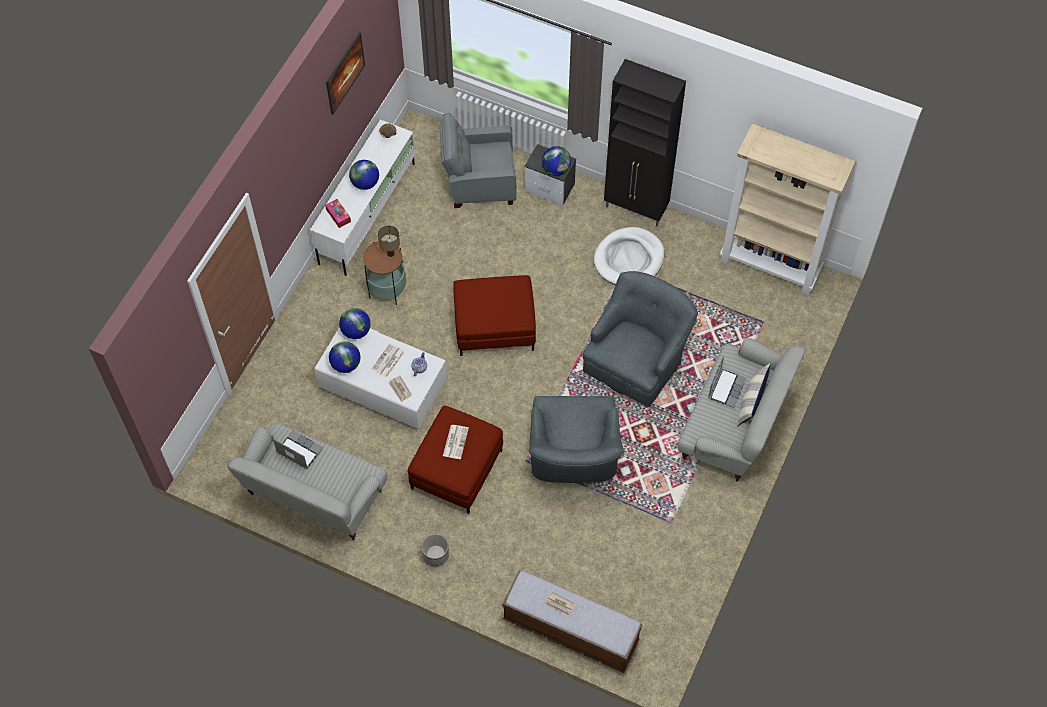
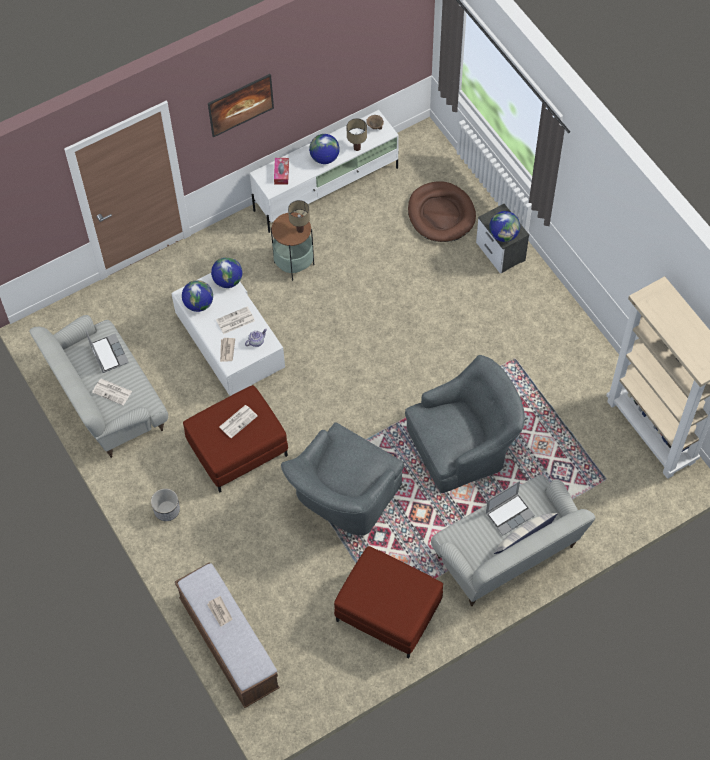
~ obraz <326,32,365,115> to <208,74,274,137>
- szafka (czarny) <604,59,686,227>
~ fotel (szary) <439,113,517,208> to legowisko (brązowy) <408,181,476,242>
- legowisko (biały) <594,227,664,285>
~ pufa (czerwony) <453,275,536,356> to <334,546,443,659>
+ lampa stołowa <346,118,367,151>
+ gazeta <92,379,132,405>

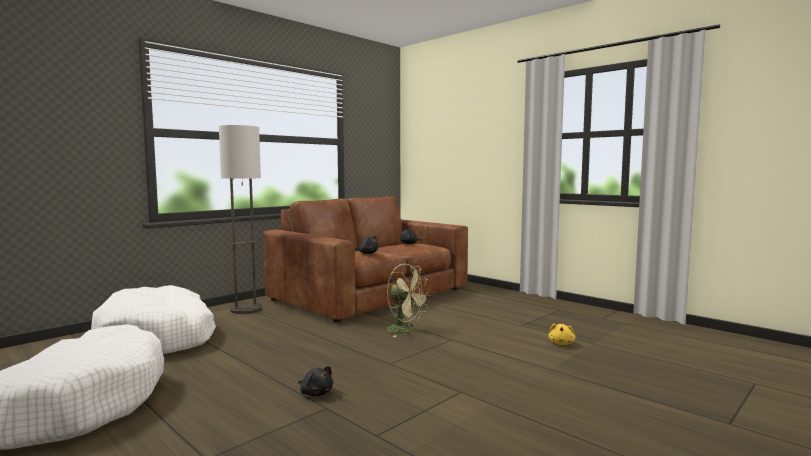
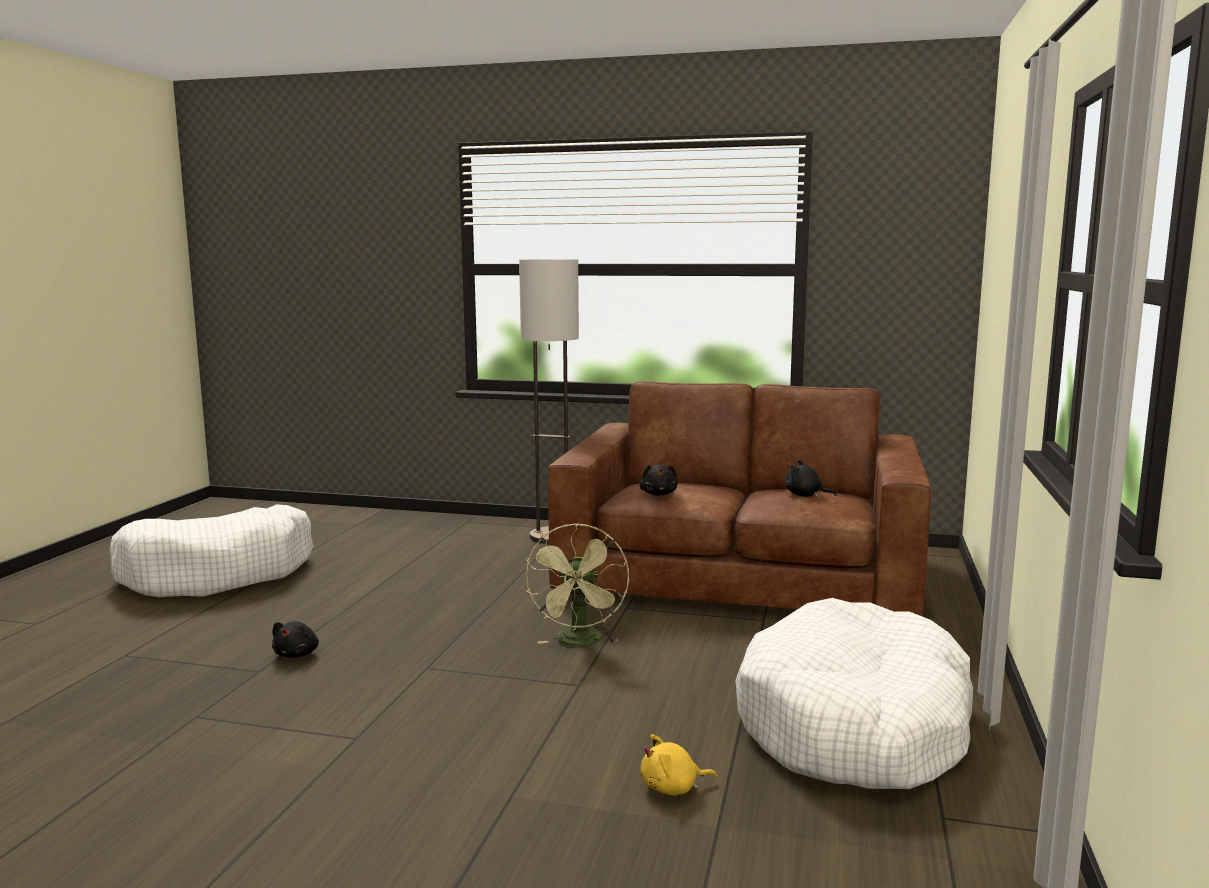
~ legowisko (biały) <91,285,216,354> to <735,598,973,789>

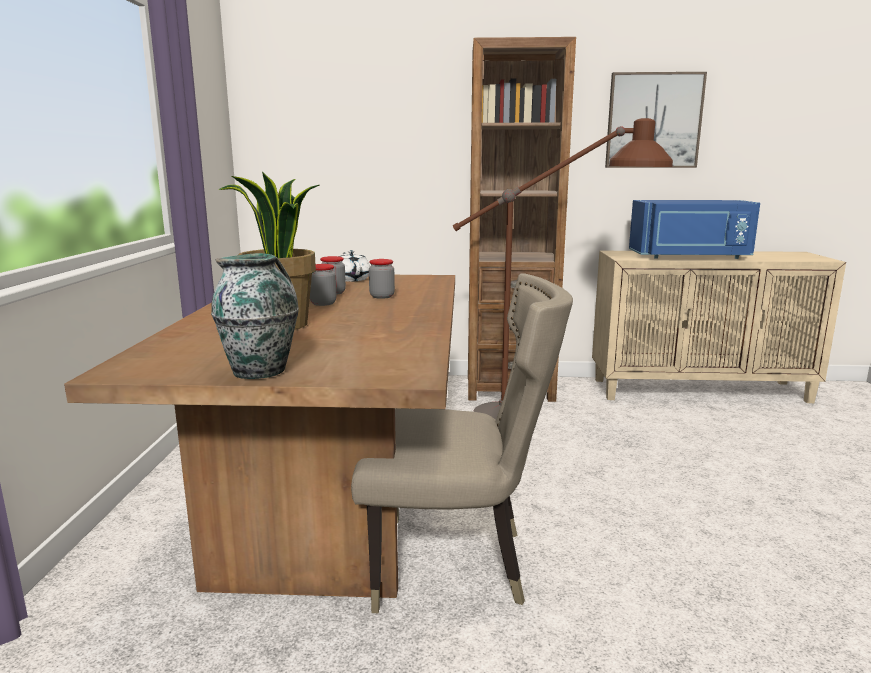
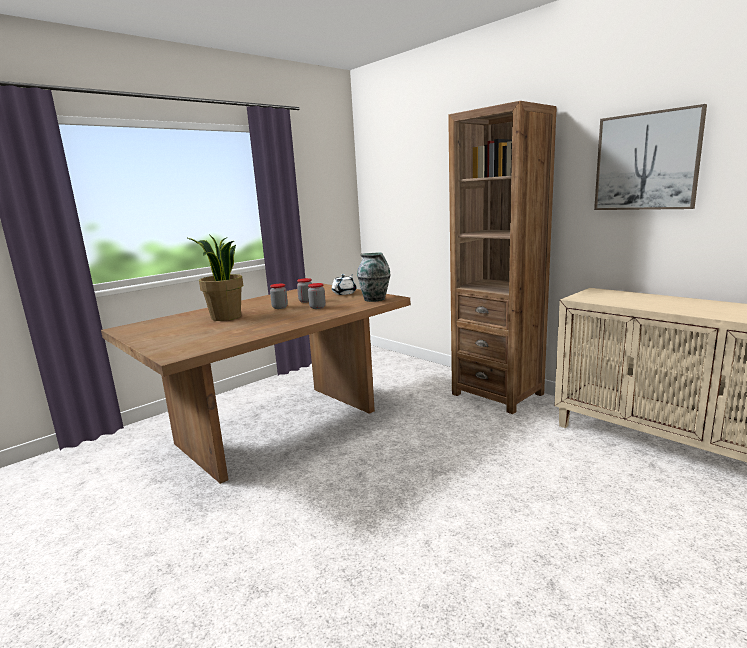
- lampa stojąca (brązowy) <453,118,673,420>
- mikrofalówka (niebieski) <629,200,760,259>
~ wazon <211,253,299,379> to <357,252,390,302>
- krzesło (beżowy) <351,273,573,613>

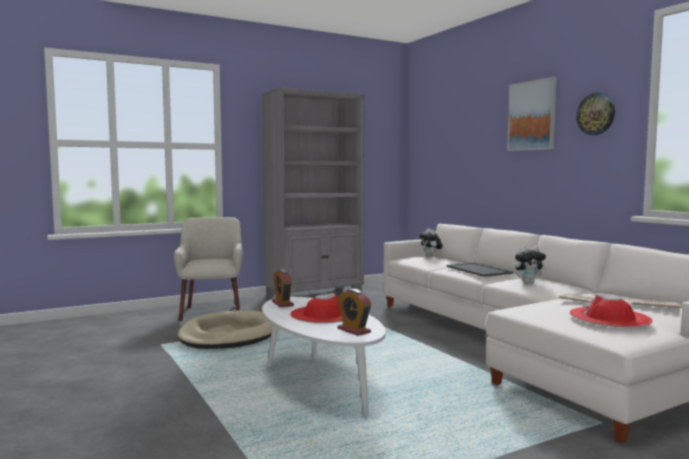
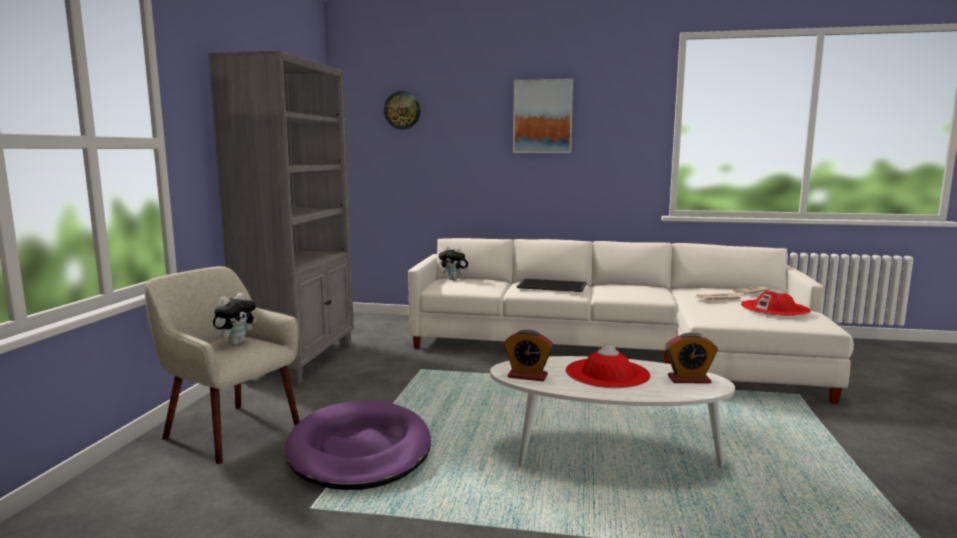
~ zegar ścienny <576,93,615,135> to <384,91,420,130>
~ pluszak <514,246,547,283> to <213,293,256,345>
~ legowisko (beżowy) <177,310,272,349> to legowisko (fioletowy) <285,400,431,490>

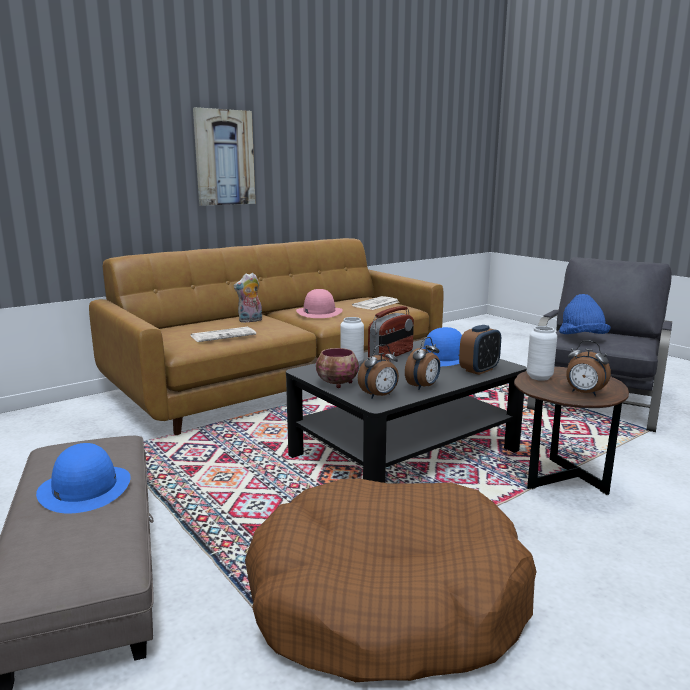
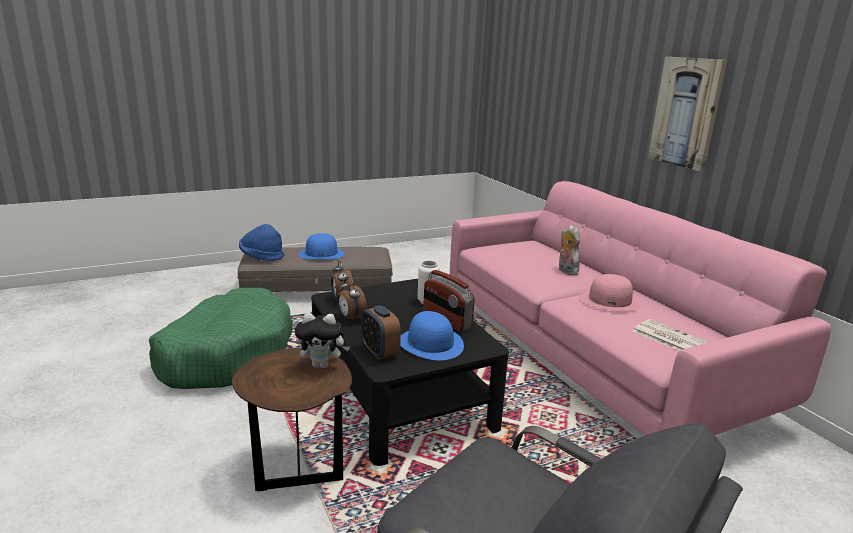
~ kanapa (brązowy) <89,238,443,435> to kanapa (różowy) <450,181,831,436>
~ kapelusz (niebieski) <559,294,611,334> to <239,224,284,261>
~ wazon (biały) <527,326,557,381> to pluszak <295,313,350,368>
- gazeta <191,327,256,342>
- budzik <566,340,611,396>
- miska <316,348,359,388>
~ legowisko (brązowy) <245,478,537,682> to legowisko (zielony) <149,288,293,389>

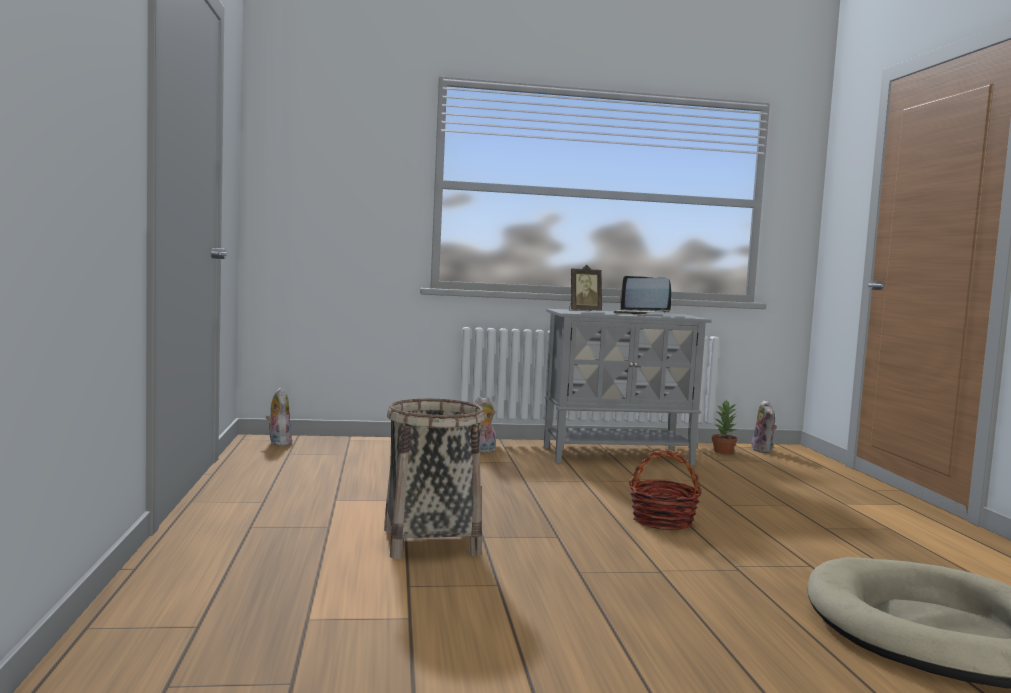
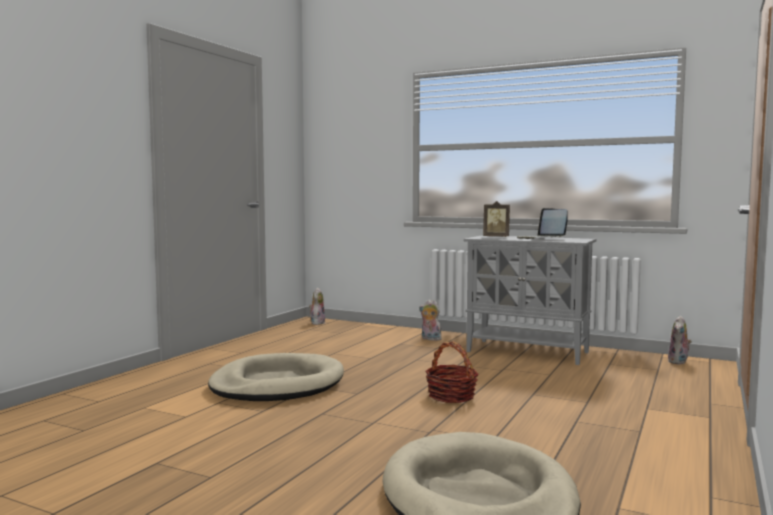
~ koszyk <384,399,485,559> to legowisko (beżowy) <208,353,344,401>
- roślina doniczkowa <711,400,737,454>

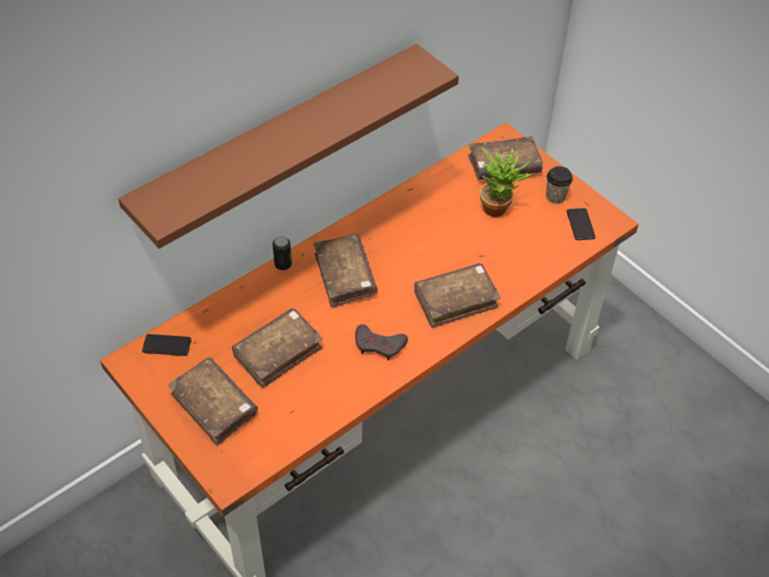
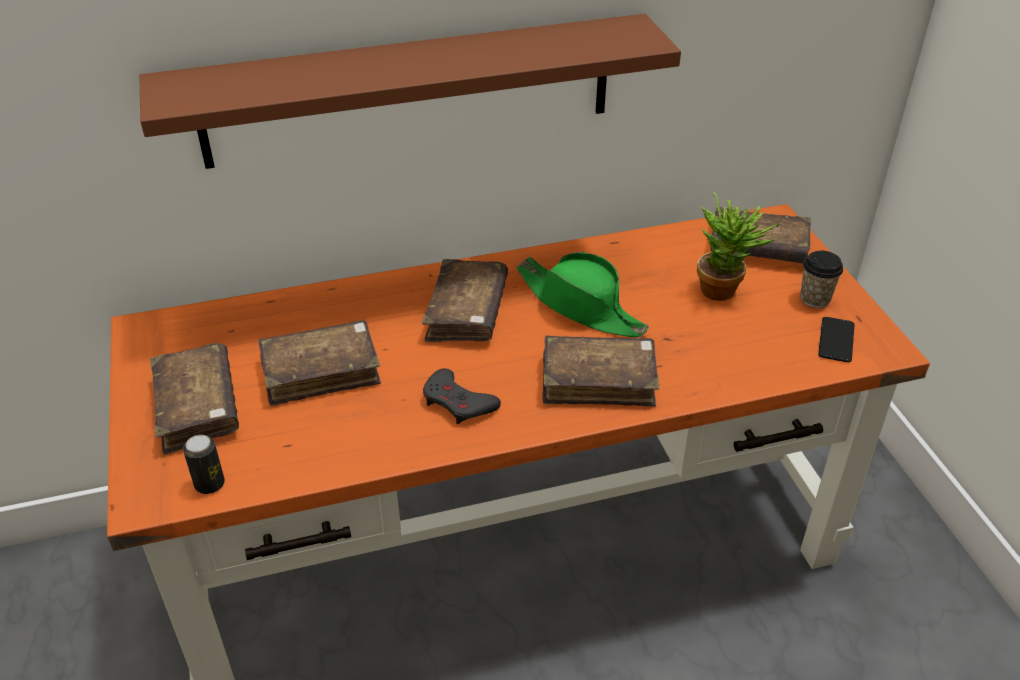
~ puszka <273,236,292,270> to <183,435,225,494>
- telefon <142,334,191,356>
+ kapelusz (zielony) <516,252,649,337>

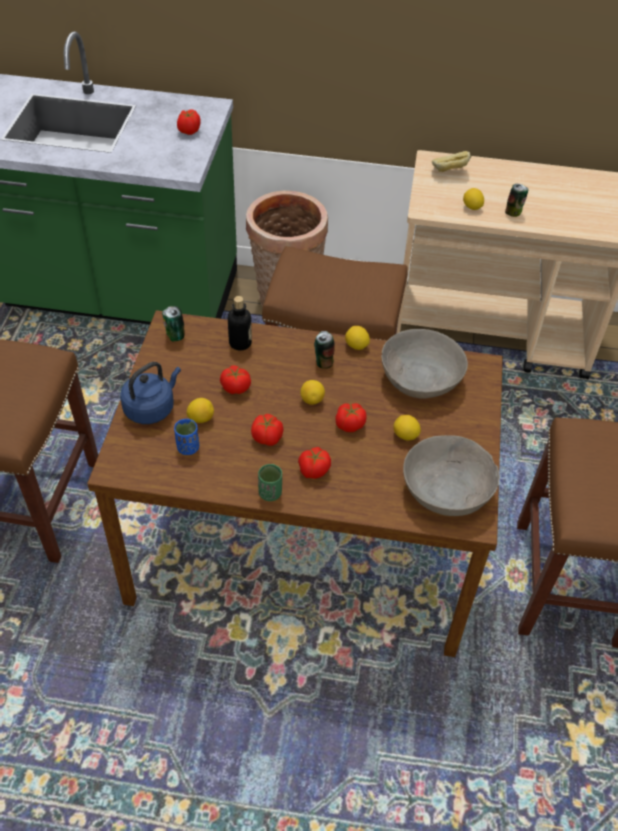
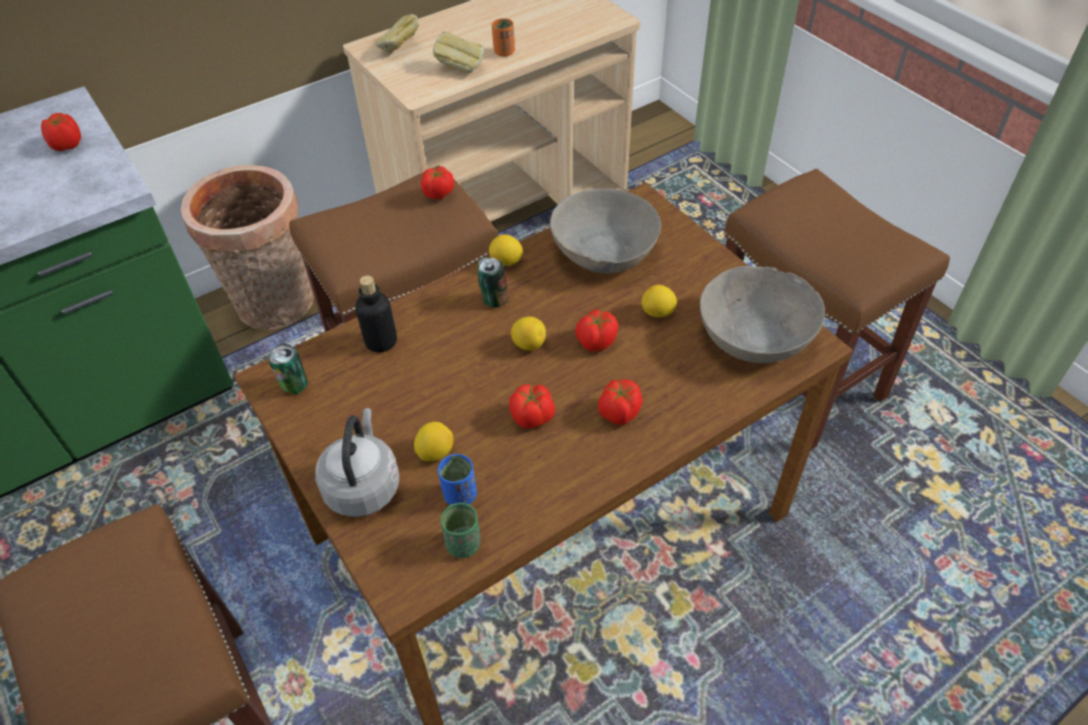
~ puszka <505,184,528,217> to filiżanka (pomarańczowy) <492,18,515,57>
~ cytryna <463,188,484,210> to chleb <433,32,484,74>
~ czajnik (niebieski) <120,362,181,424> to czajnik (szary) <315,408,399,517>
~ pomidor <220,365,251,394> to <421,167,454,199>
~ filiżanka (zielony) <258,464,282,501> to <441,503,480,558>

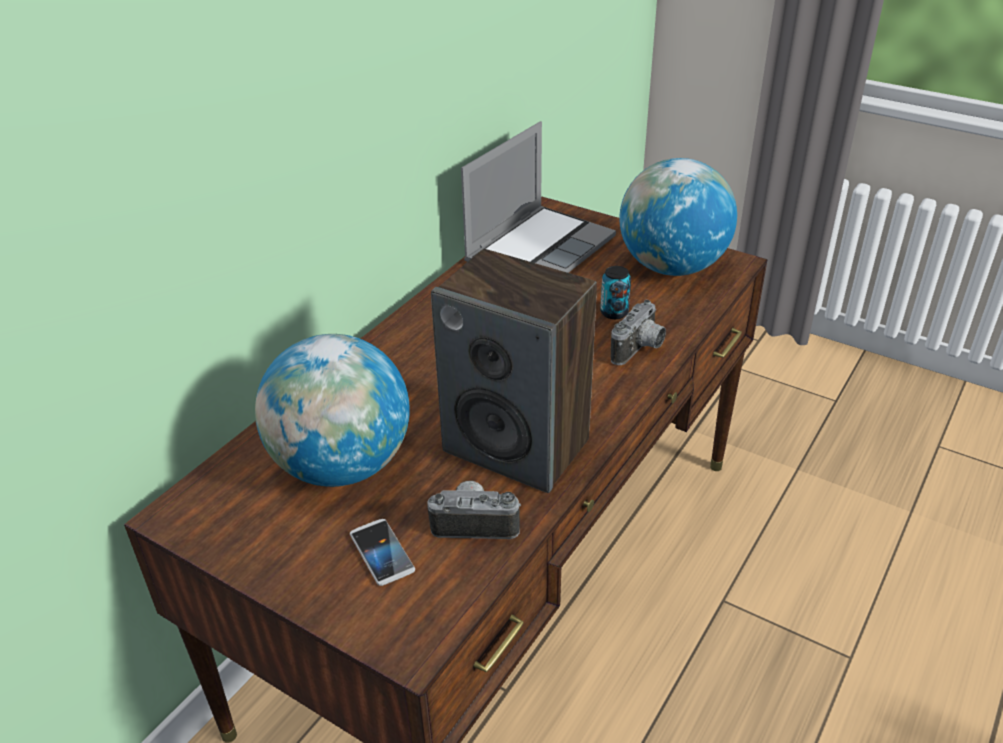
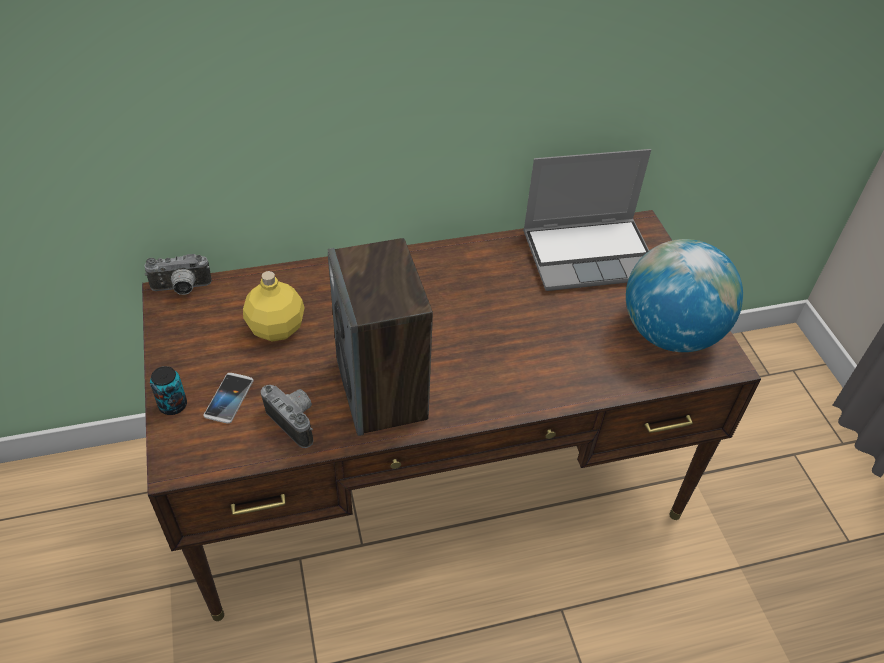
~ puszka <600,266,631,319> to <150,366,187,415>
~ aparat fotograficzny <611,300,666,365> to <144,254,212,295>
~ globus <255,334,410,487> to butelka (żółty) <243,271,305,342>

